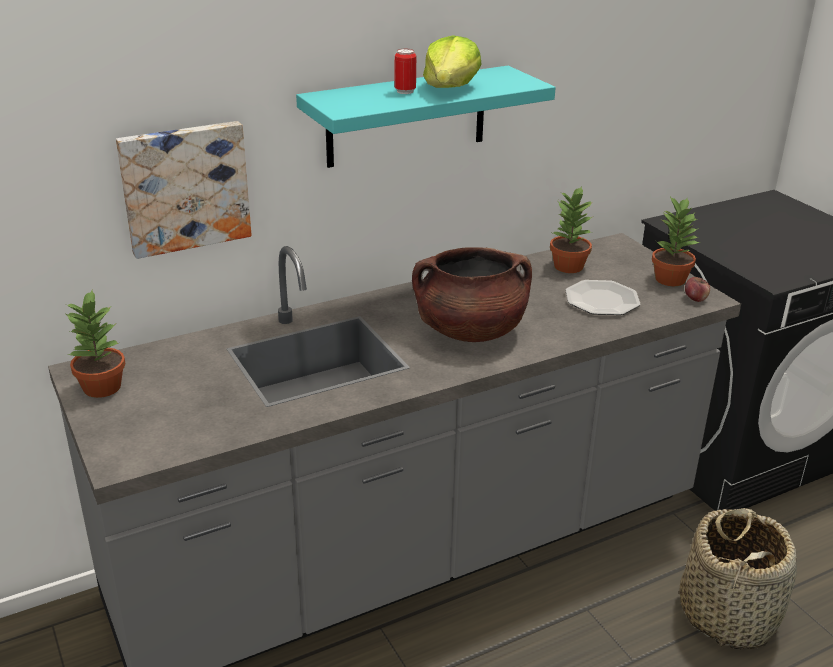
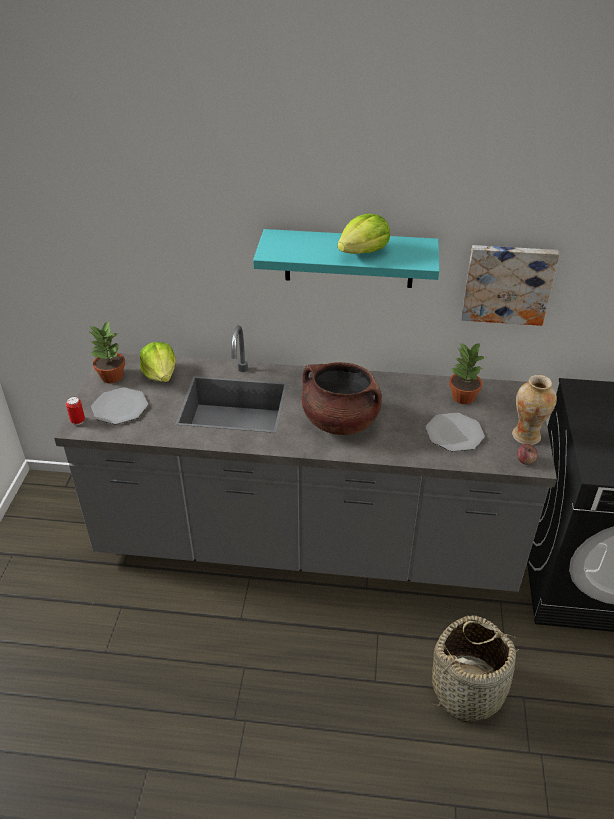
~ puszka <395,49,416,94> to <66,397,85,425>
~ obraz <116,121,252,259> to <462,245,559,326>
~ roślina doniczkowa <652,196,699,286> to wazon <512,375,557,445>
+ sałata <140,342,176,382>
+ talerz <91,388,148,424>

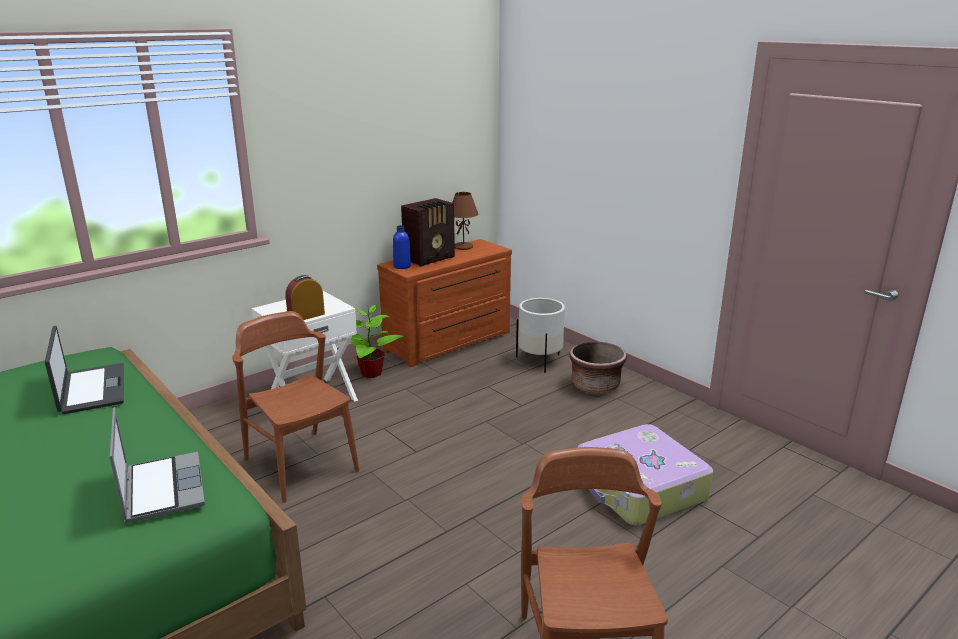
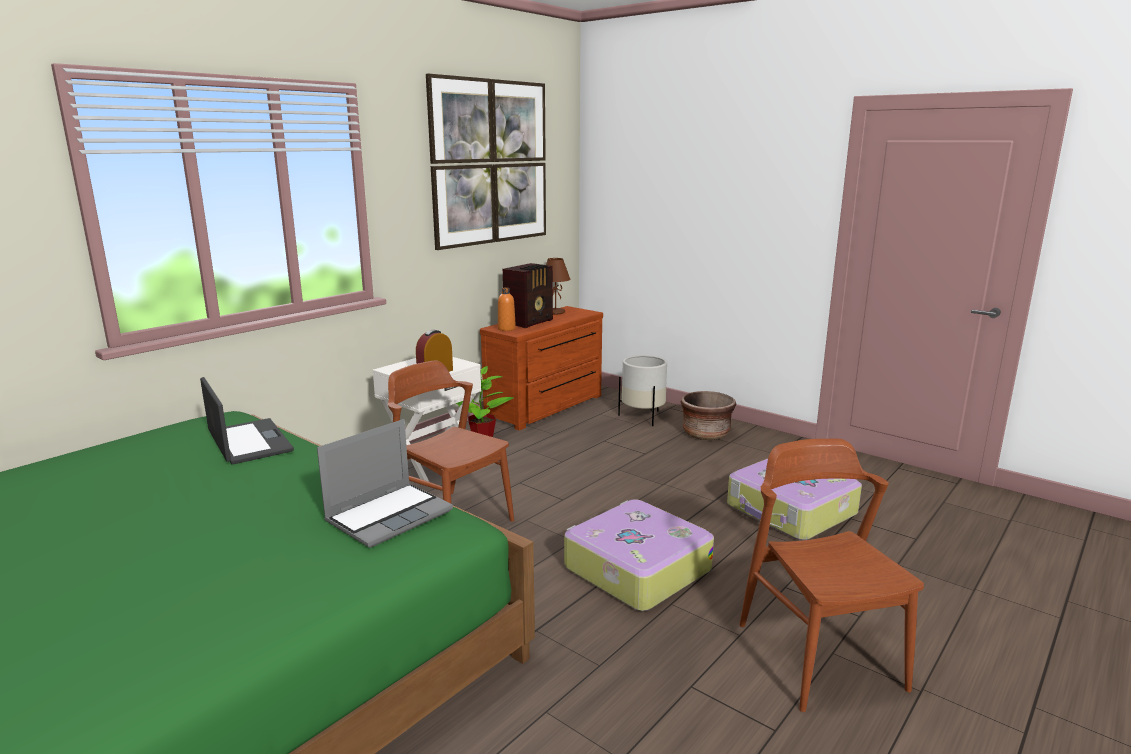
~ butelka (niebieski) <393,225,411,269> to butelka (pomarańczowy) <498,288,516,331>
~ laptop <109,407,205,524> = <317,419,453,548> 75 degrees clockwise
+ obraz <426,74,546,250>
+ walizka <564,499,714,611>

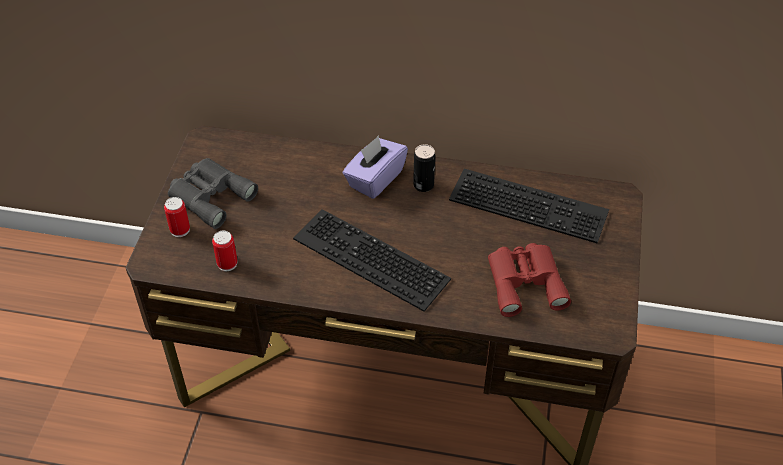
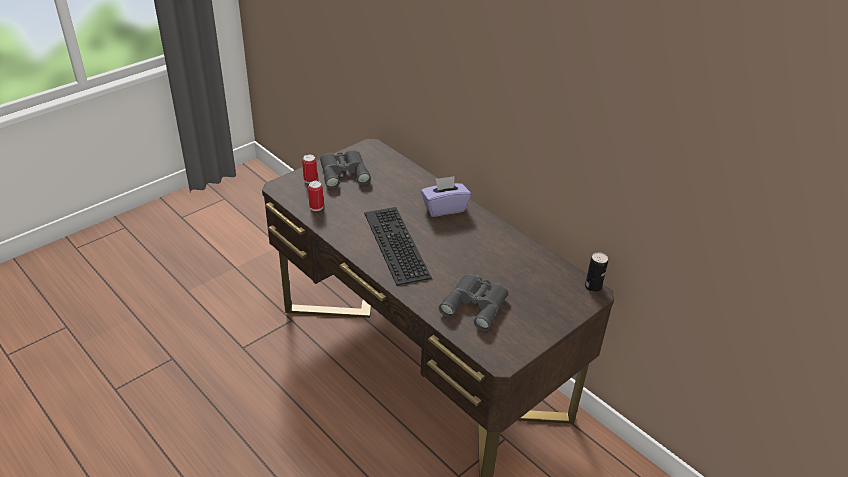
~ puszka <413,144,435,192> to <585,252,608,292>
- klawiatura <449,169,609,243>
~ lornetka (czerwony) <488,243,571,317> to lornetka (szary) <439,274,508,331>

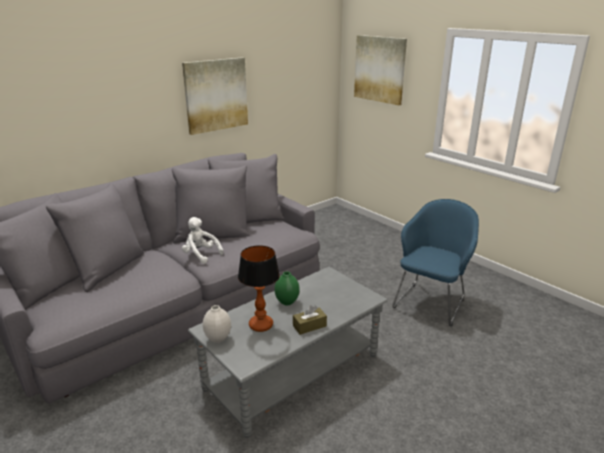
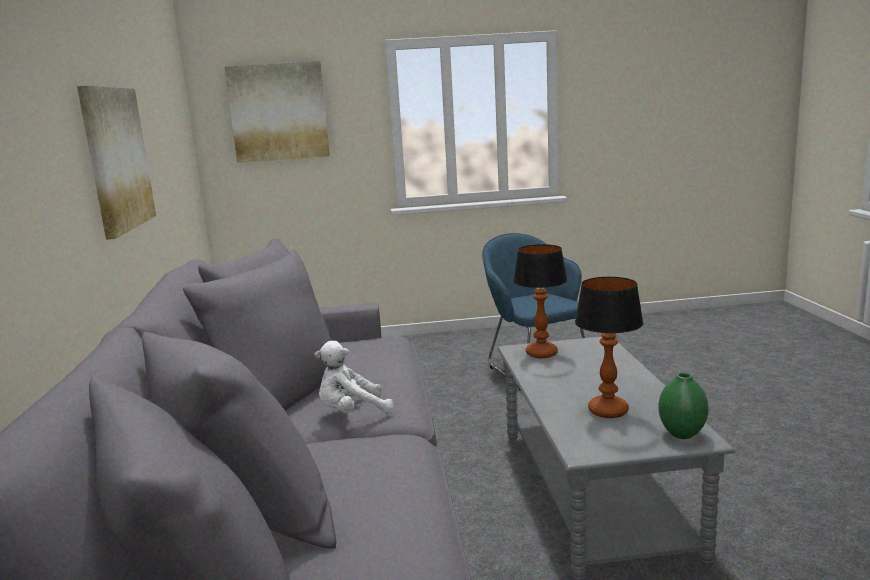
~ wazon (zielony) <274,271,300,305> to <658,373,709,439>
- wazon (biały) <203,305,231,343>
- pudełko chusteczek (brązowy) <293,305,327,335>
+ lampa stołowa <513,244,567,358>

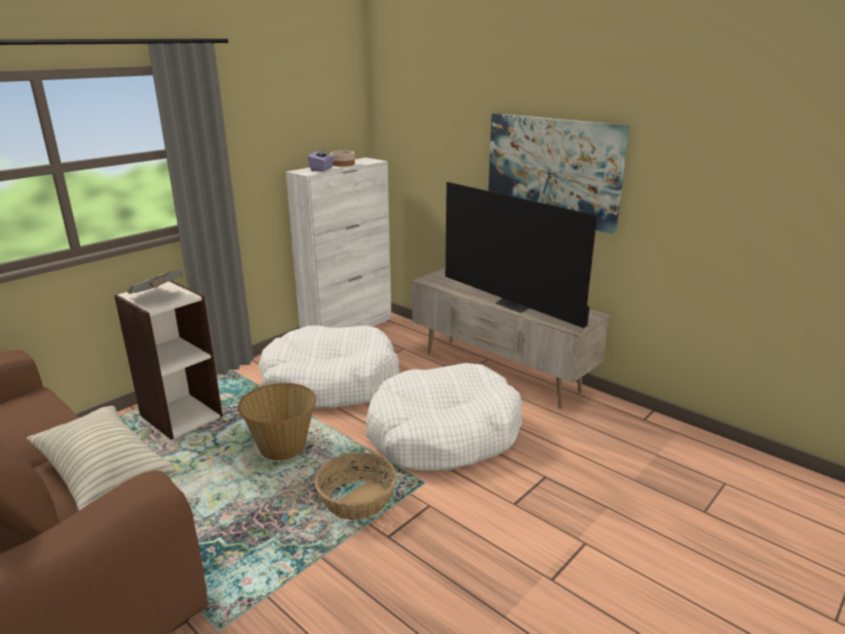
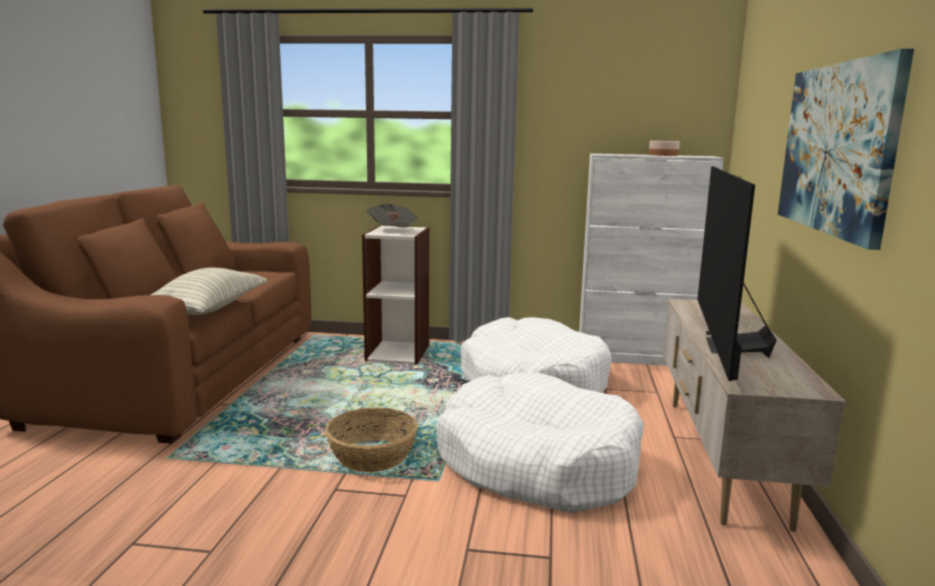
- pudełko chusteczek (fioletowy) <308,147,334,171>
- koszyk <238,383,316,460>

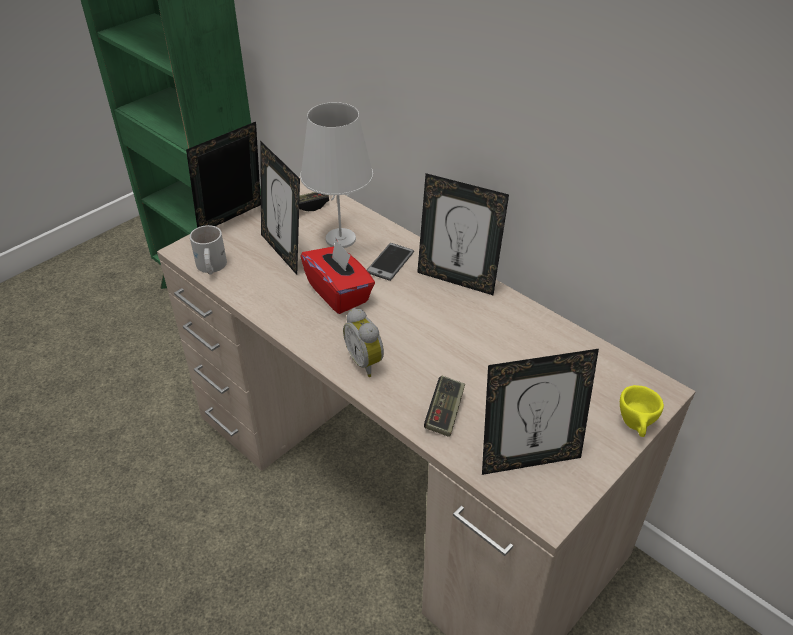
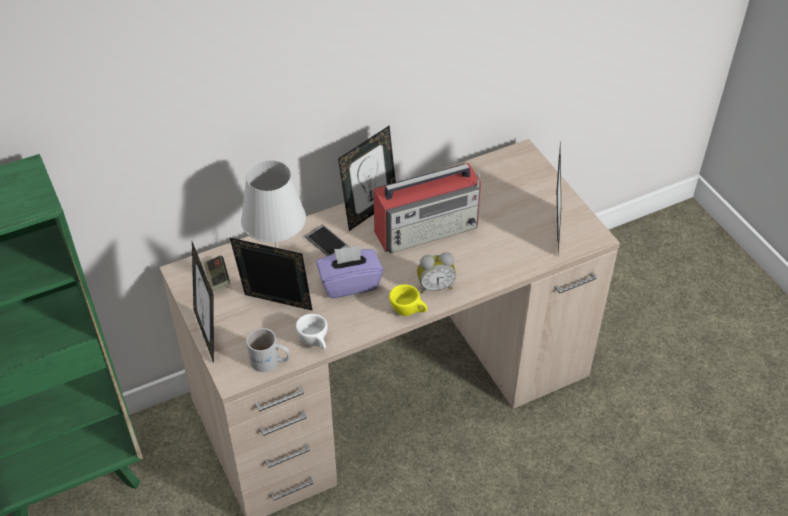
~ ramka na zdjęcie <260,141,300,275> = <230,238,313,311> 150 degrees counterclockwise
~ pudełko chusteczek (czerwony) <300,239,375,314> to pudełko chusteczek (fioletowy) <316,245,383,298>
- pad do gier <424,376,465,437>
~ filiżanka (żółty) <620,385,664,437> to <389,284,428,316>
+ radio <374,163,481,253>
+ filiżanka (biały) <296,314,328,349>

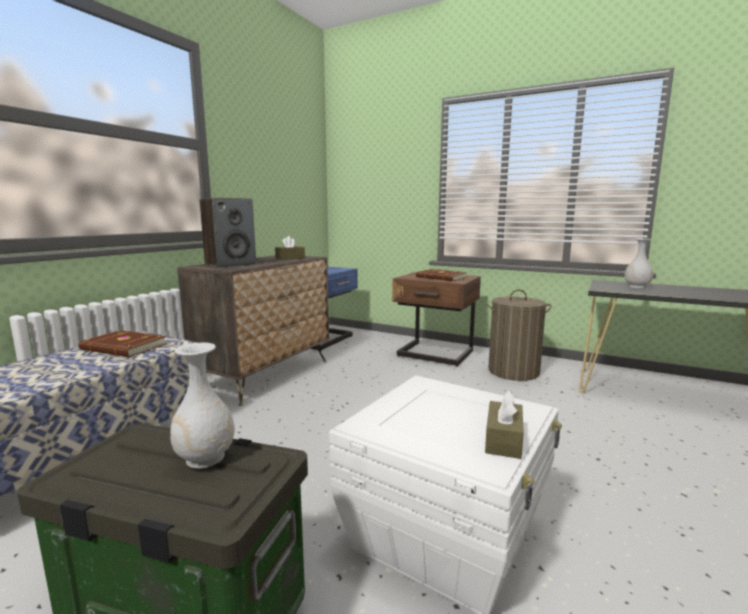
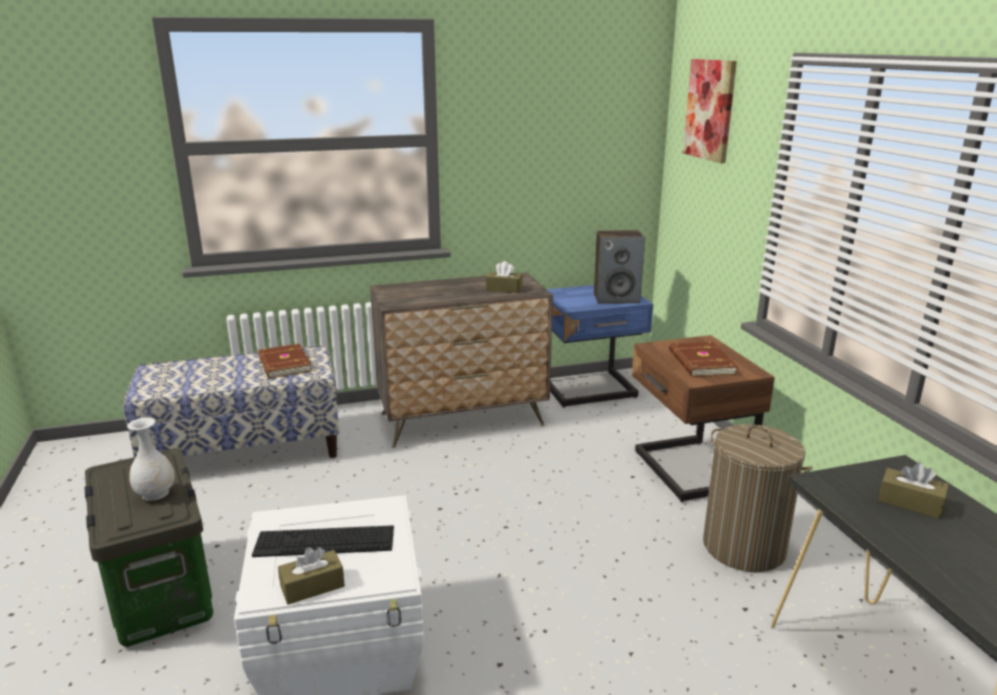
~ głośnik <200,198,256,267> to <594,230,645,304>
~ wazon (biały) <624,239,653,289> to pudełko chusteczek (brązowy) <878,462,949,519>
+ obraz <683,59,737,163>
+ klawiatura <252,525,394,557>

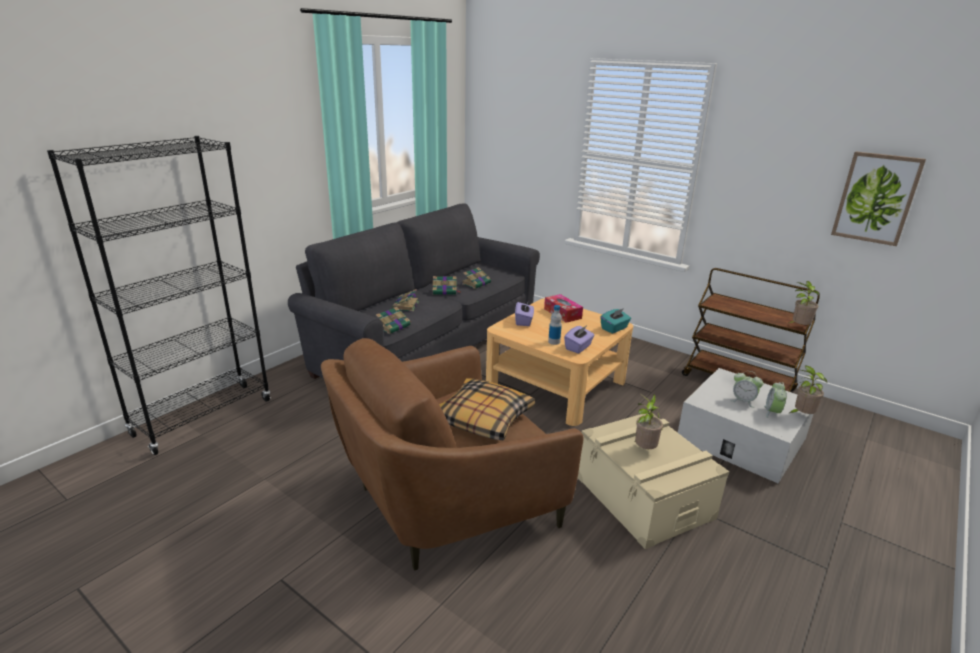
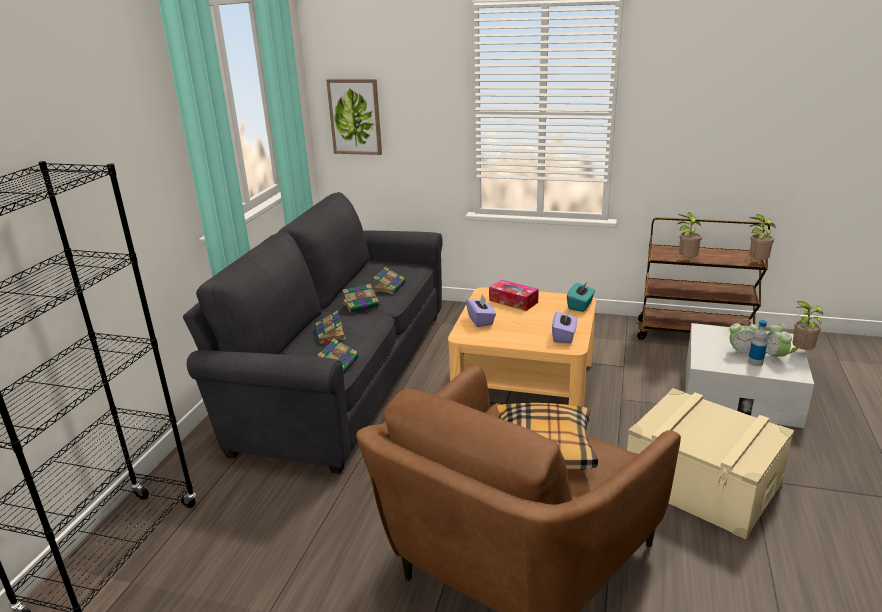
~ obraz <831,151,926,246> to <326,79,382,155>
~ butelka <548,305,562,345> to <748,320,768,366>
~ roślina doniczkowa <634,394,663,449> to <677,212,702,257>

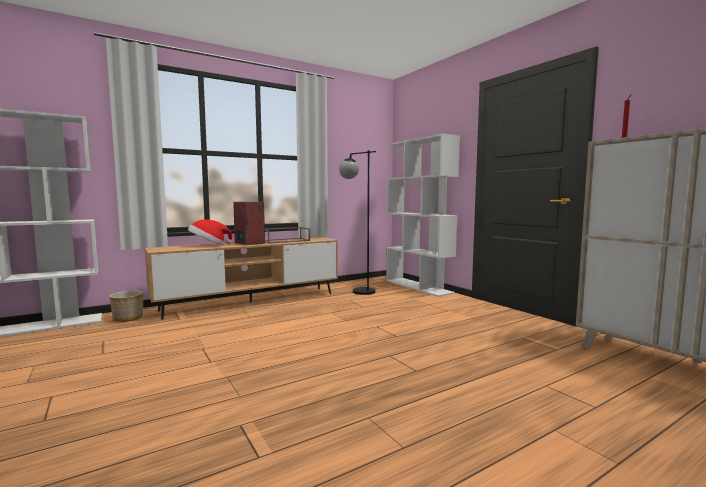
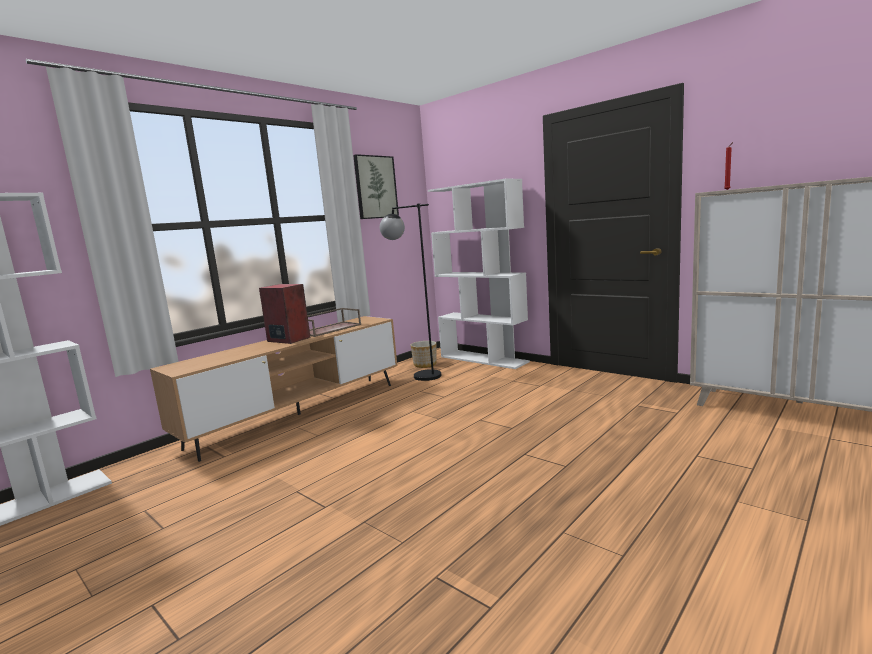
- kapelusz <188,219,232,245>
~ donica <109,291,143,322> to <411,341,437,368>
+ obraz <353,154,399,219>

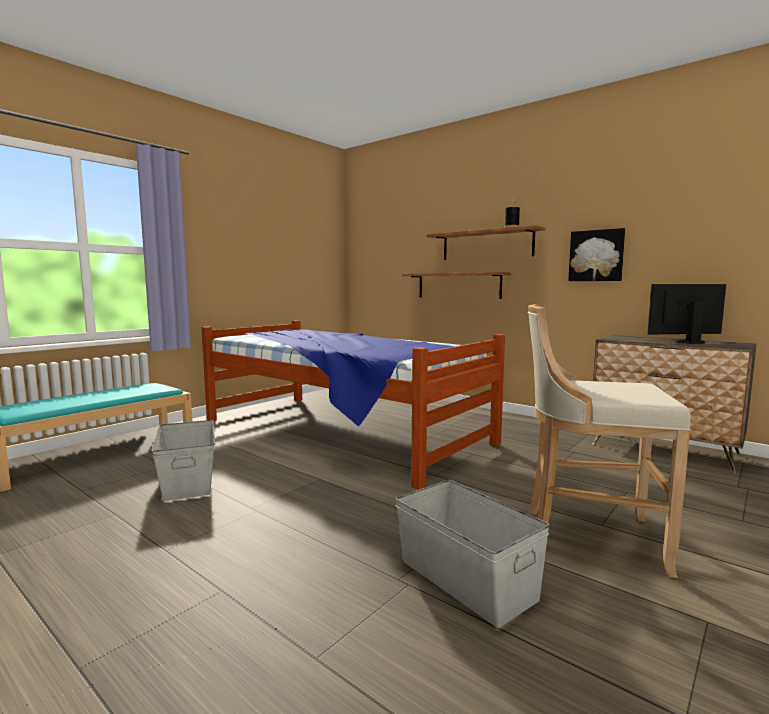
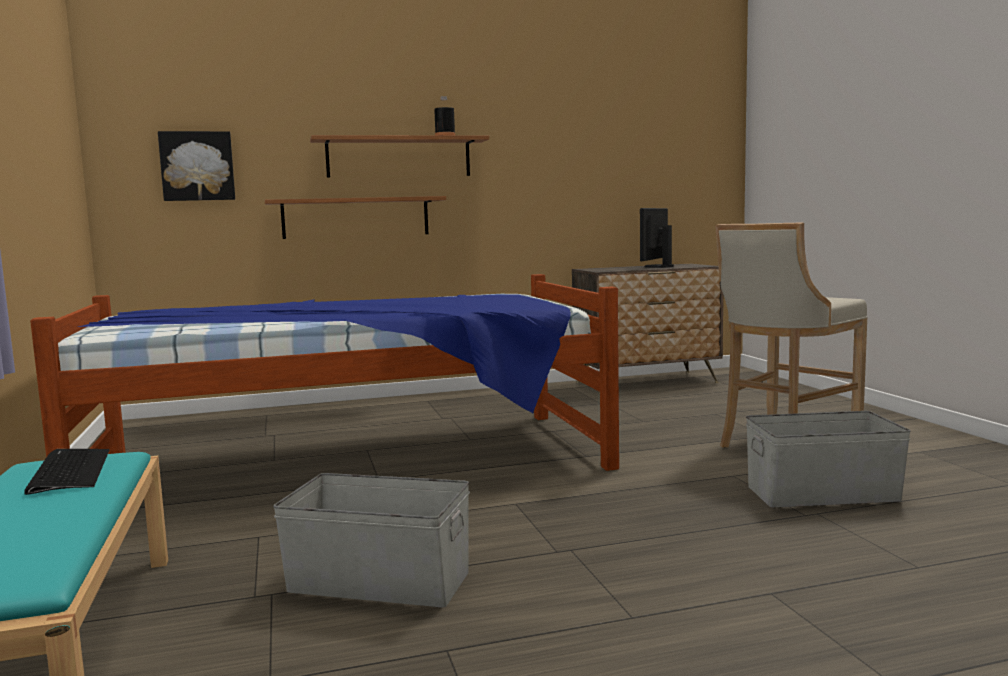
~ obraz <568,228,625,281> to <158,131,235,201>
+ klawiatura <24,449,109,495>

